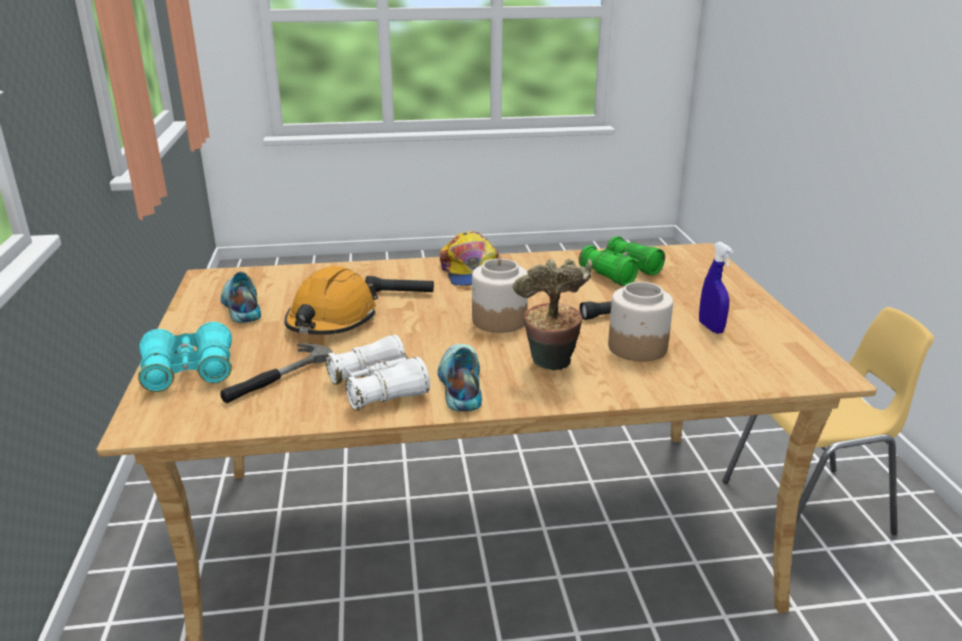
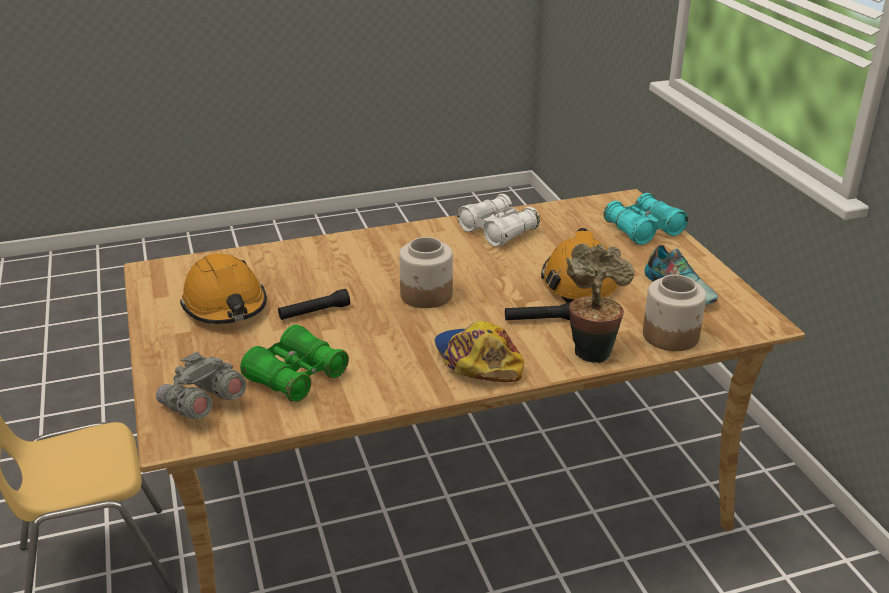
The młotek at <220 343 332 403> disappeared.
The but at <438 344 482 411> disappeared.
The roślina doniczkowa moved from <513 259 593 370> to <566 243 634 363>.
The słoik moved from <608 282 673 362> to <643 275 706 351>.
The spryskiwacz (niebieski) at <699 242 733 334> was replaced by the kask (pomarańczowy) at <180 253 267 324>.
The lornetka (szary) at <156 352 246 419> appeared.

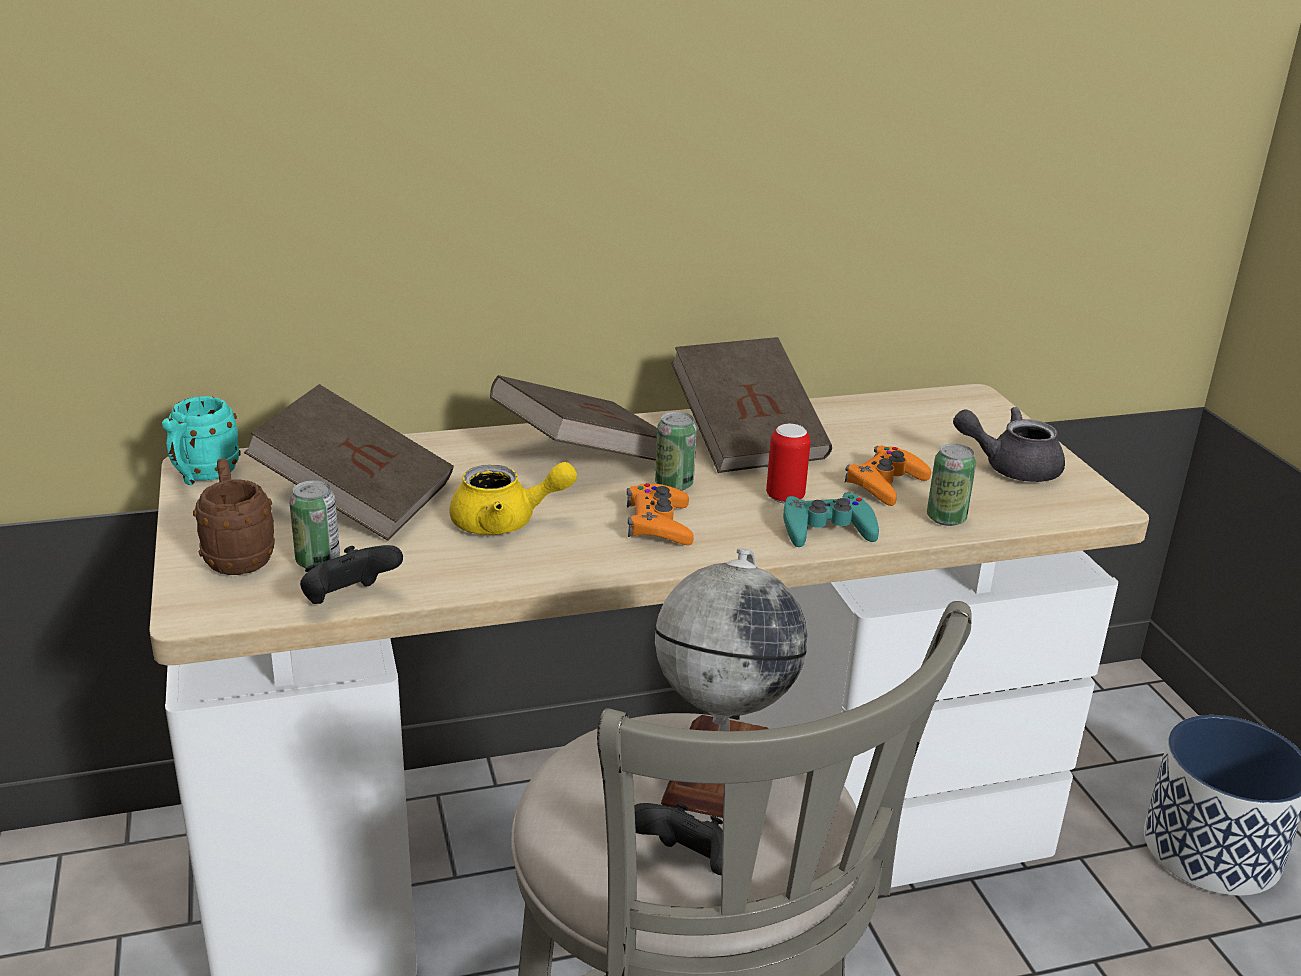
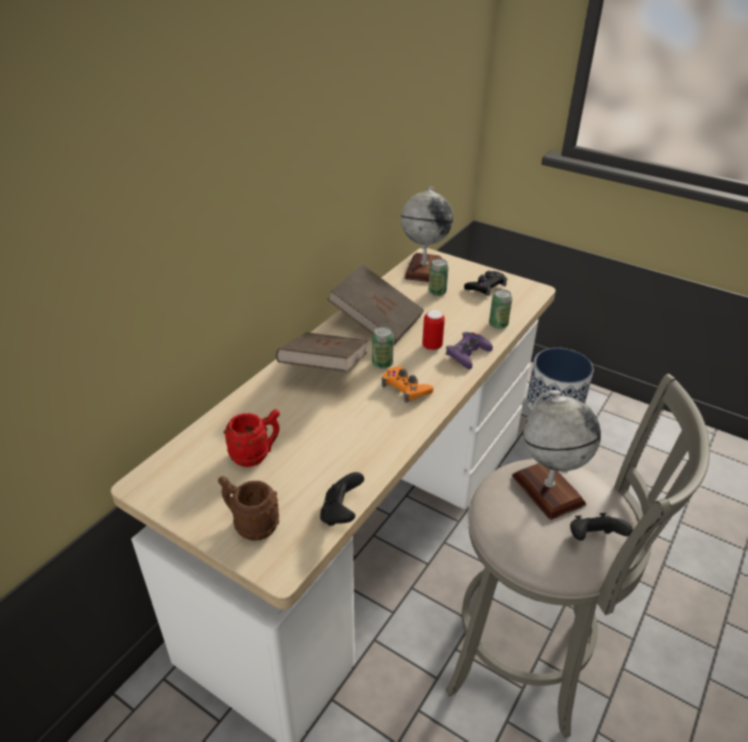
The kubek (turkusowy) at <162 396 240 485> disappeared.
The książka (brązowy) at <244 384 454 541> was replaced by the kubek (czerwony) at <224 409 280 467>.
The puszka moved from <289 481 340 568> to <428 259 449 296>.
The imbryk (żółty) at <450 462 577 535> disappeared.
The pad do gier (turkusowy) at <783 492 879 547> became the pad do gier (fioletowy) at <446 332 493 370>.
The pad do gier (pomarańczowy) at <845 446 931 506> disappeared.
The imbryk (szary) at <953 407 1065 482> was replaced by the pad do gier (czarny) at <464 271 507 296>.
The globus at <401 186 453 282> appeared.

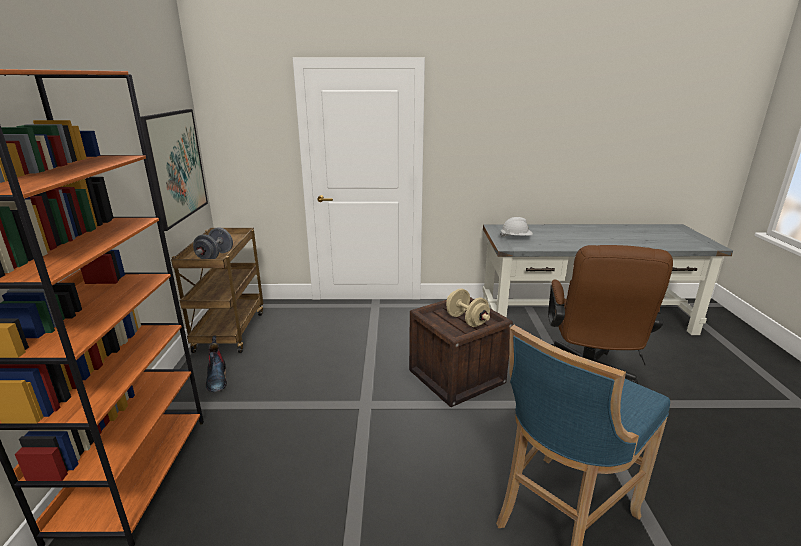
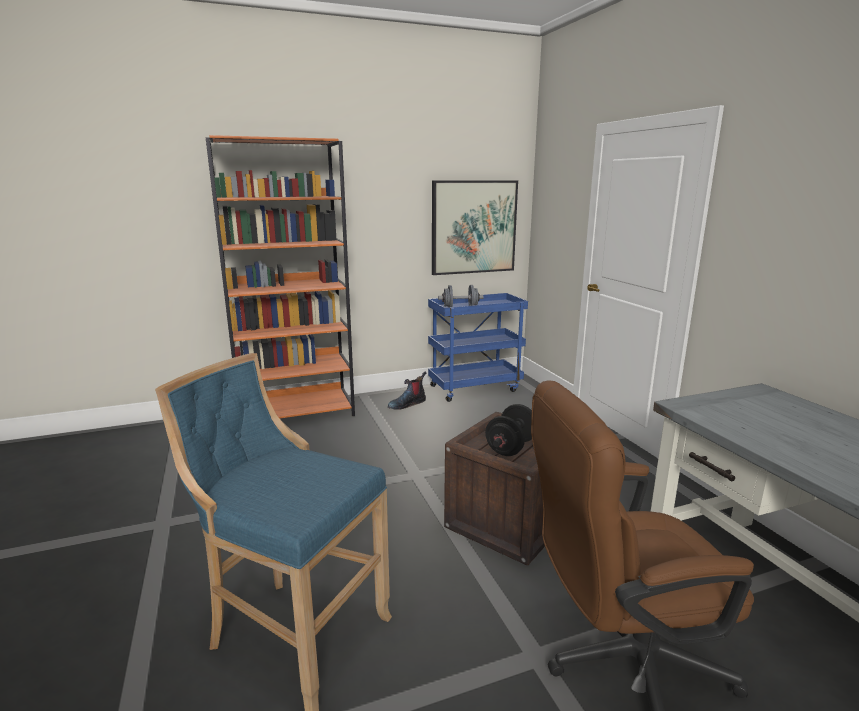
The wózek (brązowy) at <171 228 263 353> became the wózek (niebieski) at <428 293 528 402>.
The hantel (beżowy) at <446 288 490 327> became the hantel (czarny) at <485 404 532 456>.
The kask (biały) at <500 217 533 237> disappeared.

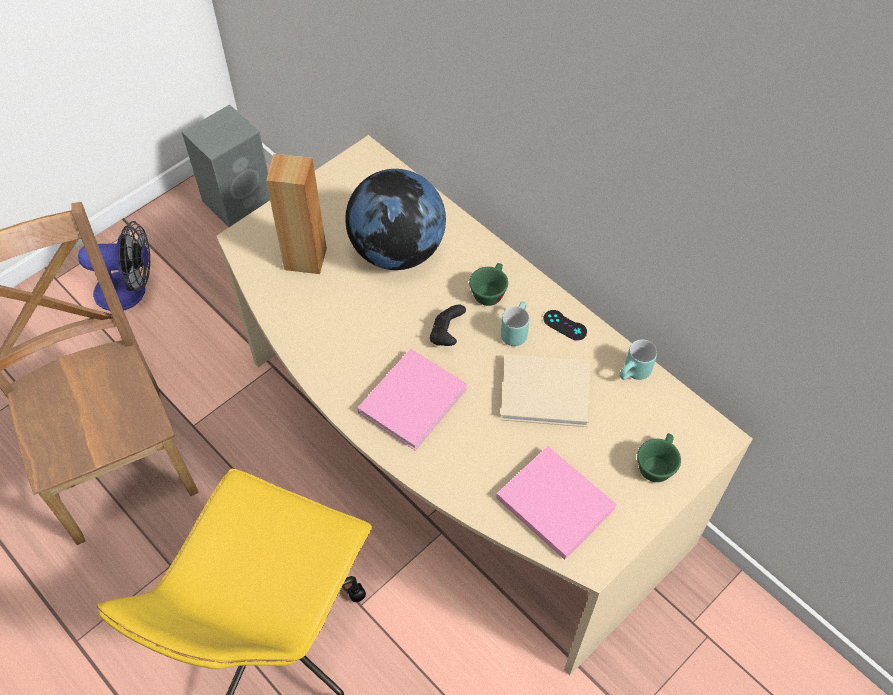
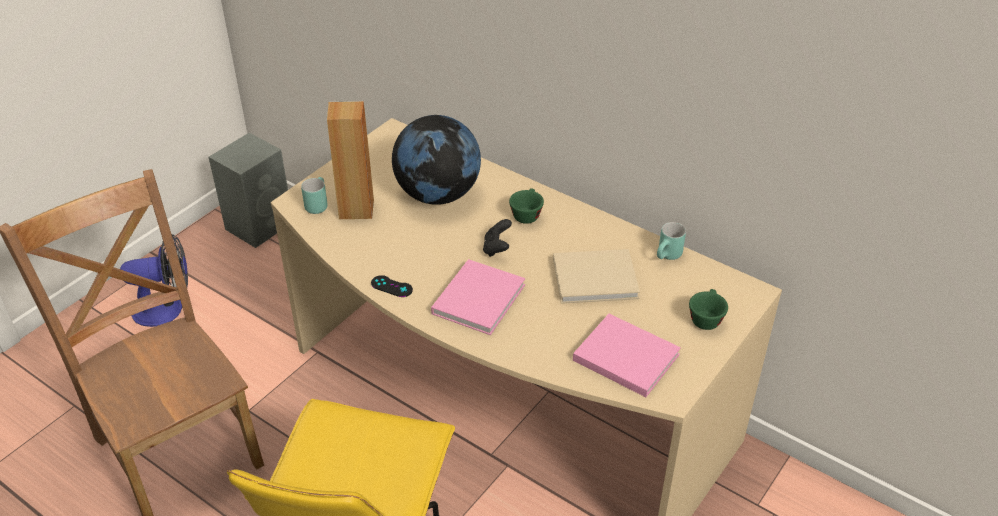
The kubek (turkusowy) moved from <501 302 529 346> to <301 177 328 214>.
The pad do gier (czarny) moved from <543 310 587 340> to <371 275 413 297>.

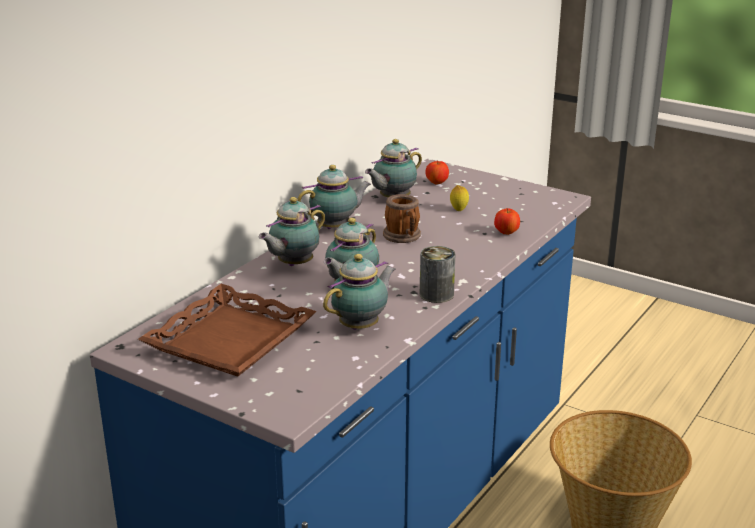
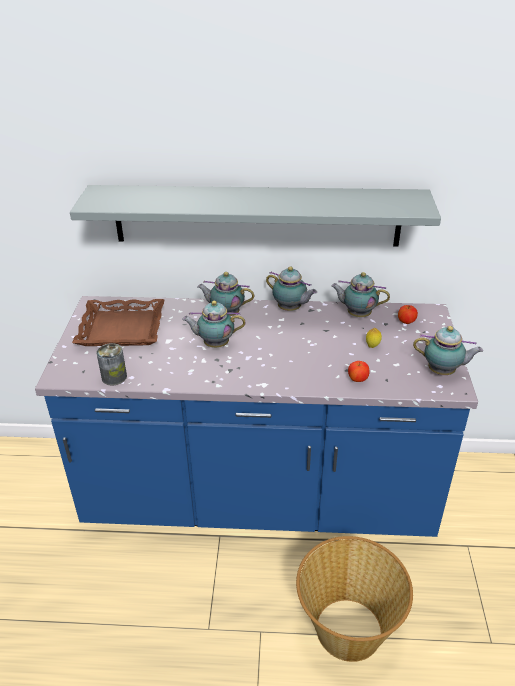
The imbryk moved from <323 254 395 330> to <413 326 483 375>.
The kubek at <383 194 421 243> disappeared.
The puszka moved from <420 246 455 303> to <96 343 127 386>.
The półka (szary) at <70 185 441 246> appeared.

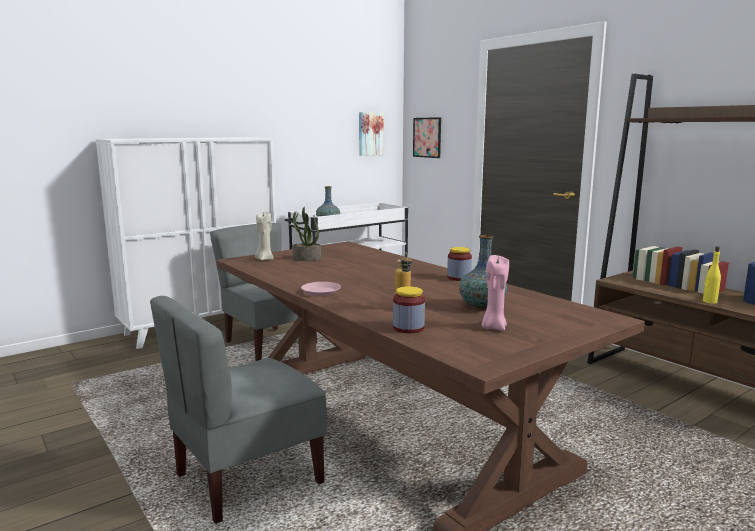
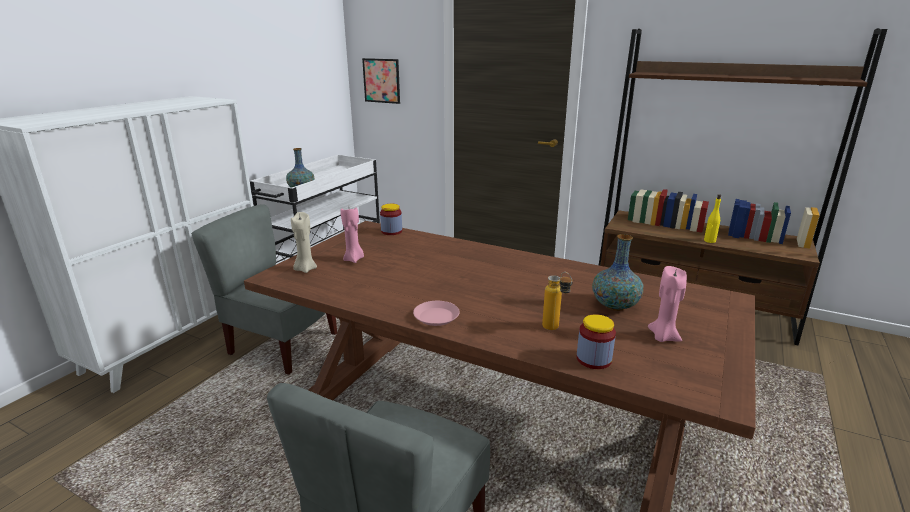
The roślina doniczkowa at <292 207 322 261> was replaced by the świeca (różowy) at <340 207 364 263>.
The obraz at <359 112 384 156> disappeared.
The słoik moved from <447 247 472 281> to <380 204 402 235>.

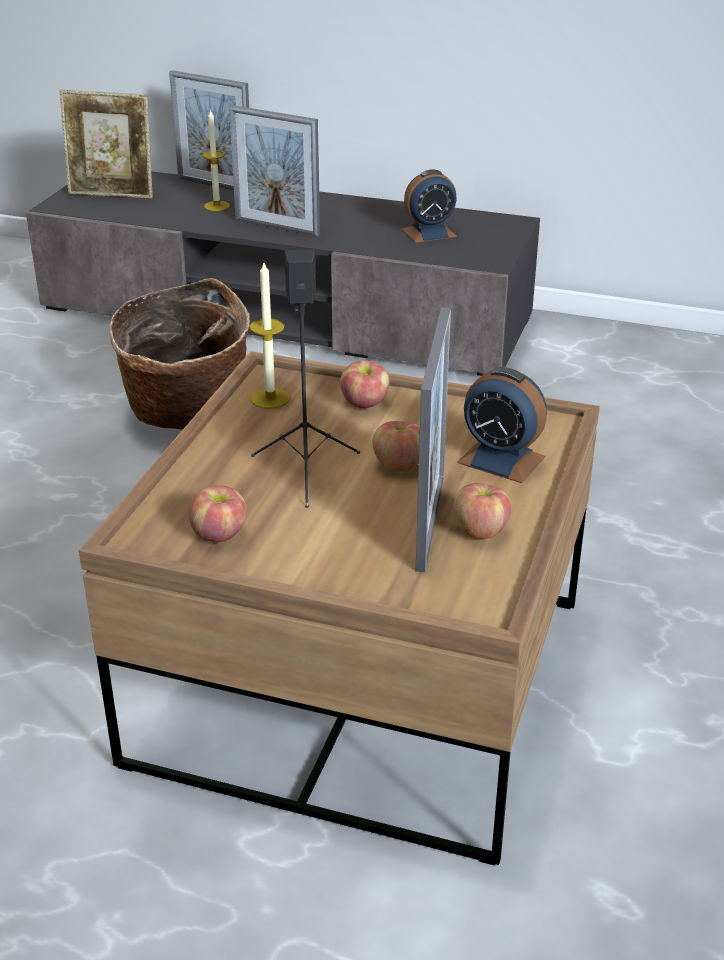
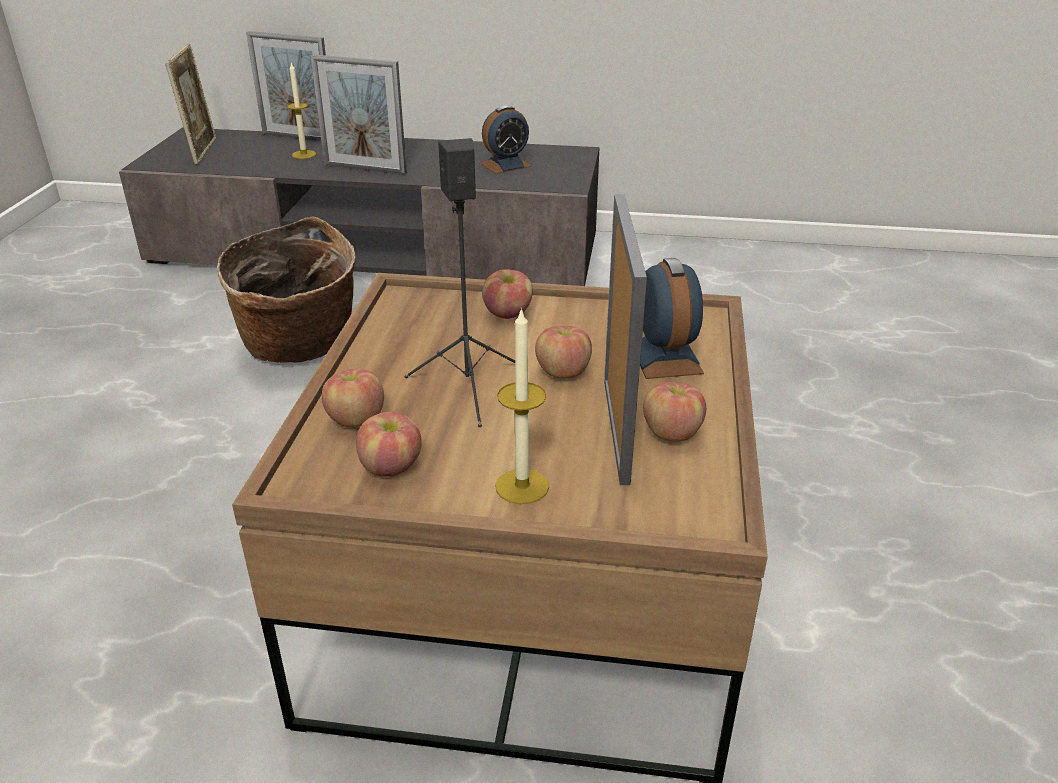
The ramka na zdjęcie at <60 90 153 198> turned 90 degrees counterclockwise.
The świeca moved from <250 263 290 409> to <495 308 549 504>.
The budzik at <457 367 547 483> turned 120 degrees counterclockwise.
The jabłko at <322 369 384 427> appeared.

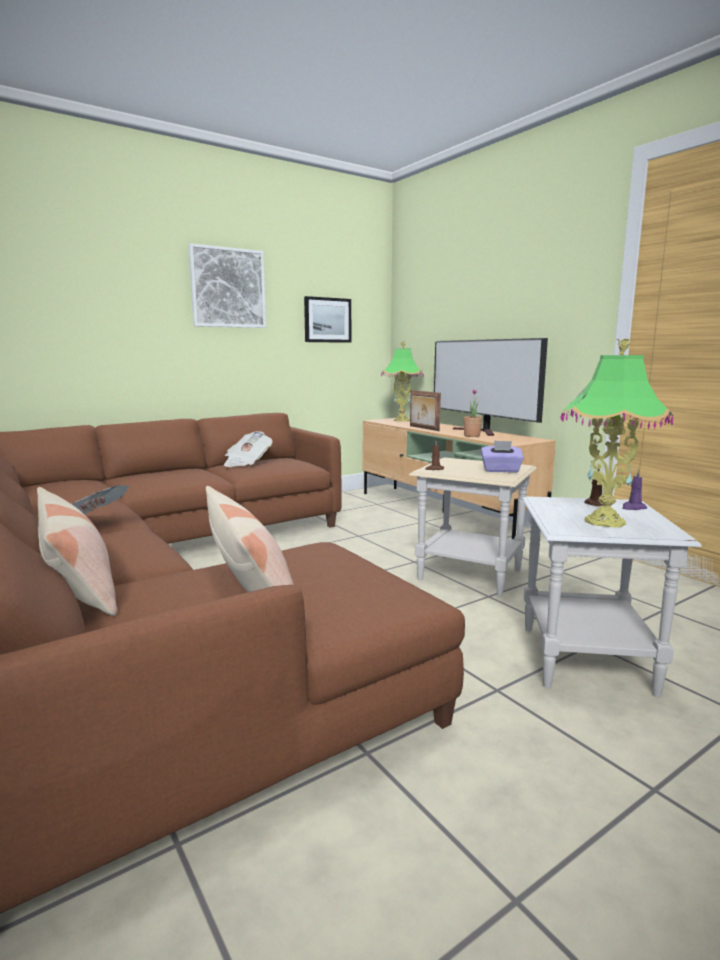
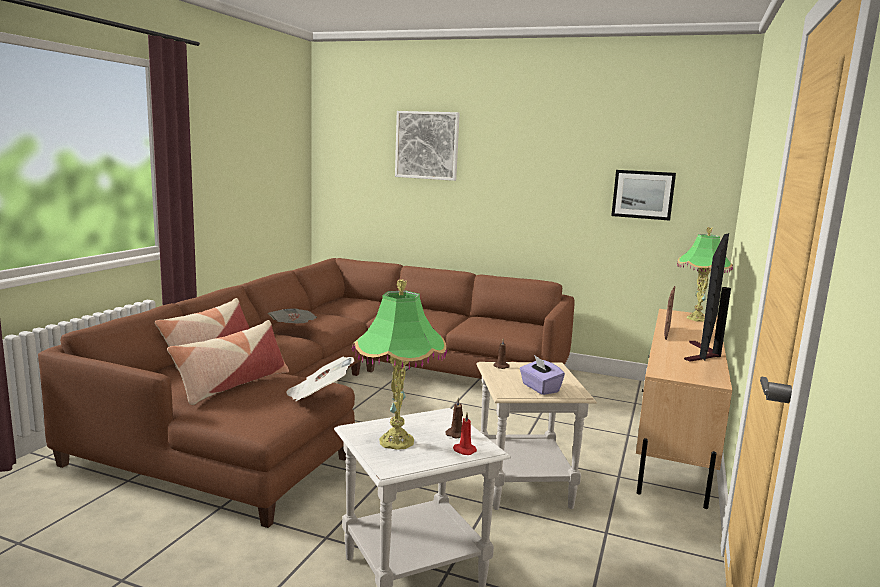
The obraz moved from <188 243 266 328> to <395 111 460 181>.
The gazeta moved from <224 431 272 467> to <286 357 355 401>.
The roślina doniczkowa at <463 388 482 437> disappeared.
The świeca (fioletowy) at <622 469 647 510> became the świeca (czerwony) at <453 413 477 455>.

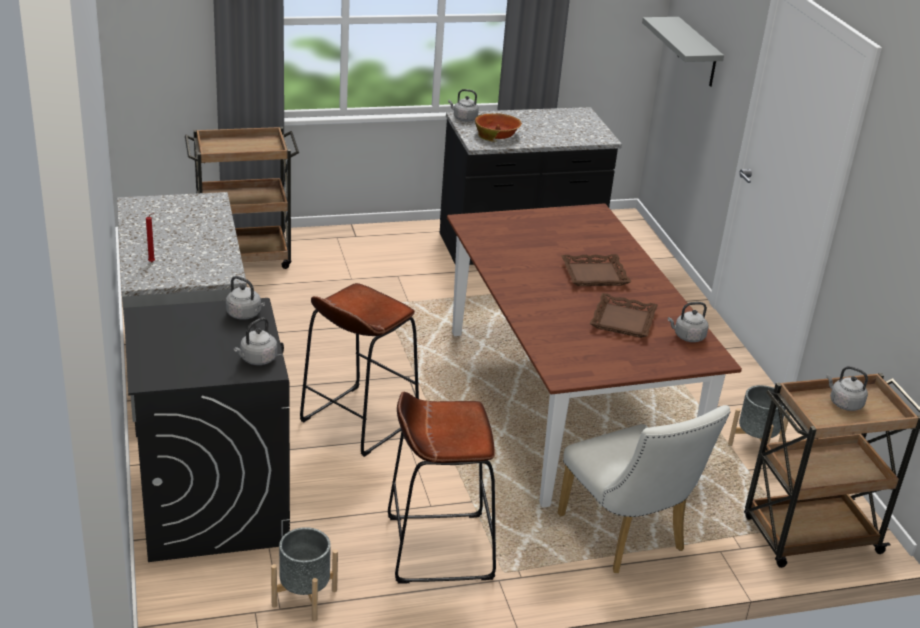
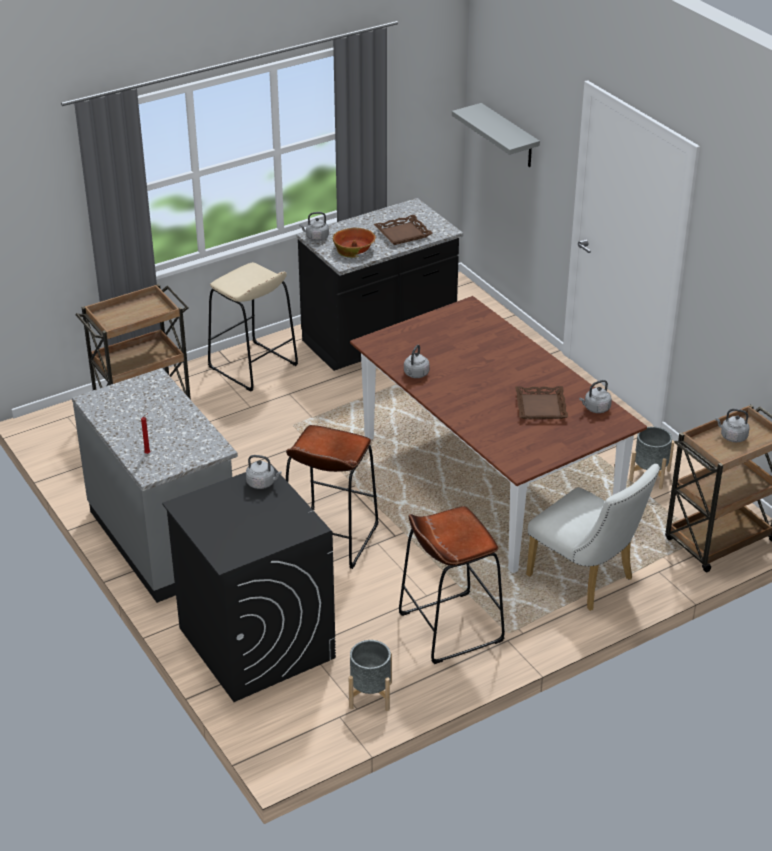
The czajnik (szary) moved from <234 318 277 365> to <404 345 430 378>.
The taca (brązowy) moved from <561 254 631 286> to <374 215 433 245>.
The stołek (beżowy) at <208 262 298 392> appeared.

